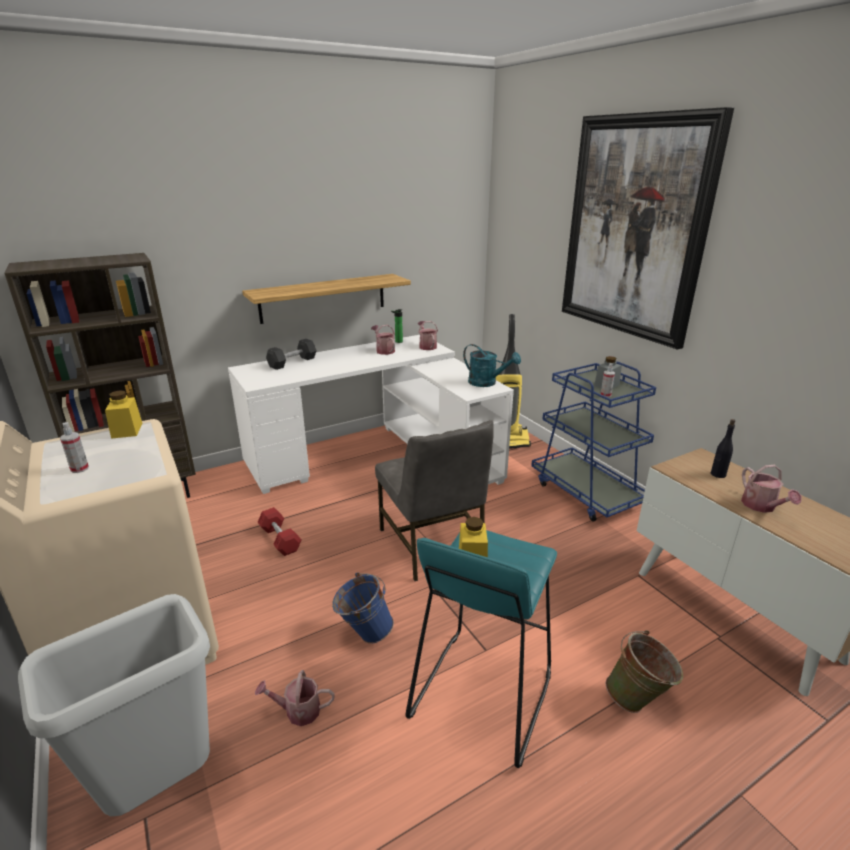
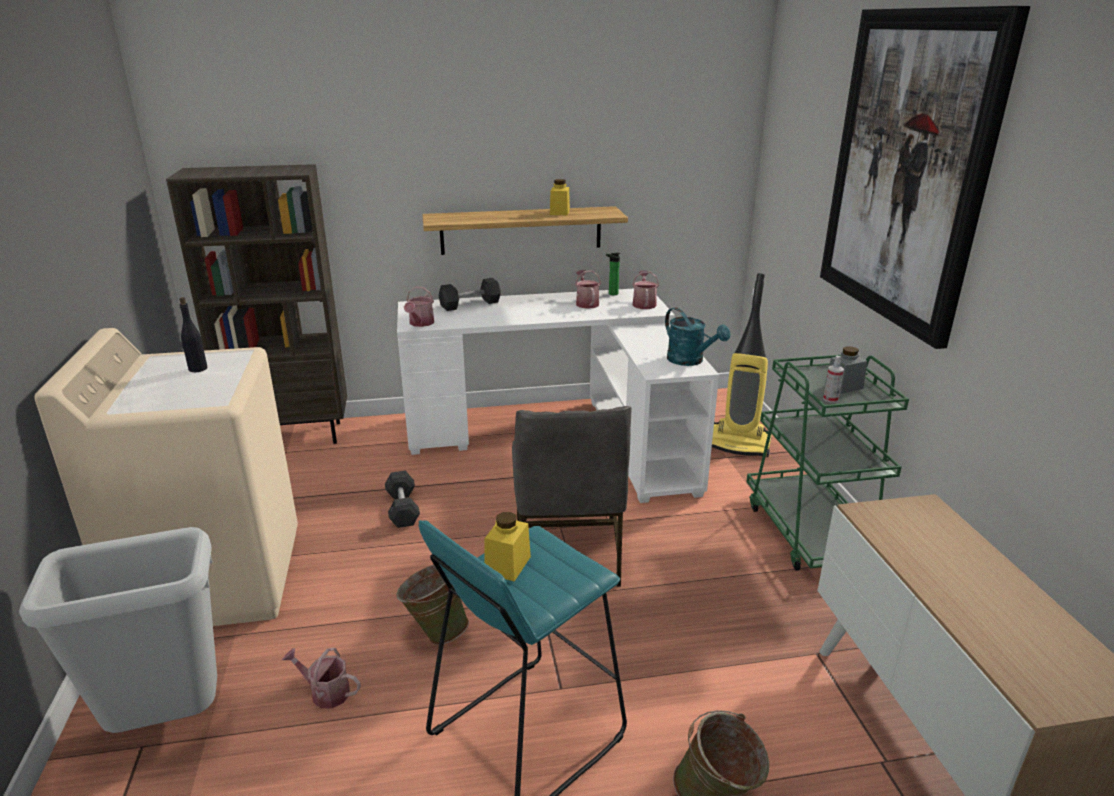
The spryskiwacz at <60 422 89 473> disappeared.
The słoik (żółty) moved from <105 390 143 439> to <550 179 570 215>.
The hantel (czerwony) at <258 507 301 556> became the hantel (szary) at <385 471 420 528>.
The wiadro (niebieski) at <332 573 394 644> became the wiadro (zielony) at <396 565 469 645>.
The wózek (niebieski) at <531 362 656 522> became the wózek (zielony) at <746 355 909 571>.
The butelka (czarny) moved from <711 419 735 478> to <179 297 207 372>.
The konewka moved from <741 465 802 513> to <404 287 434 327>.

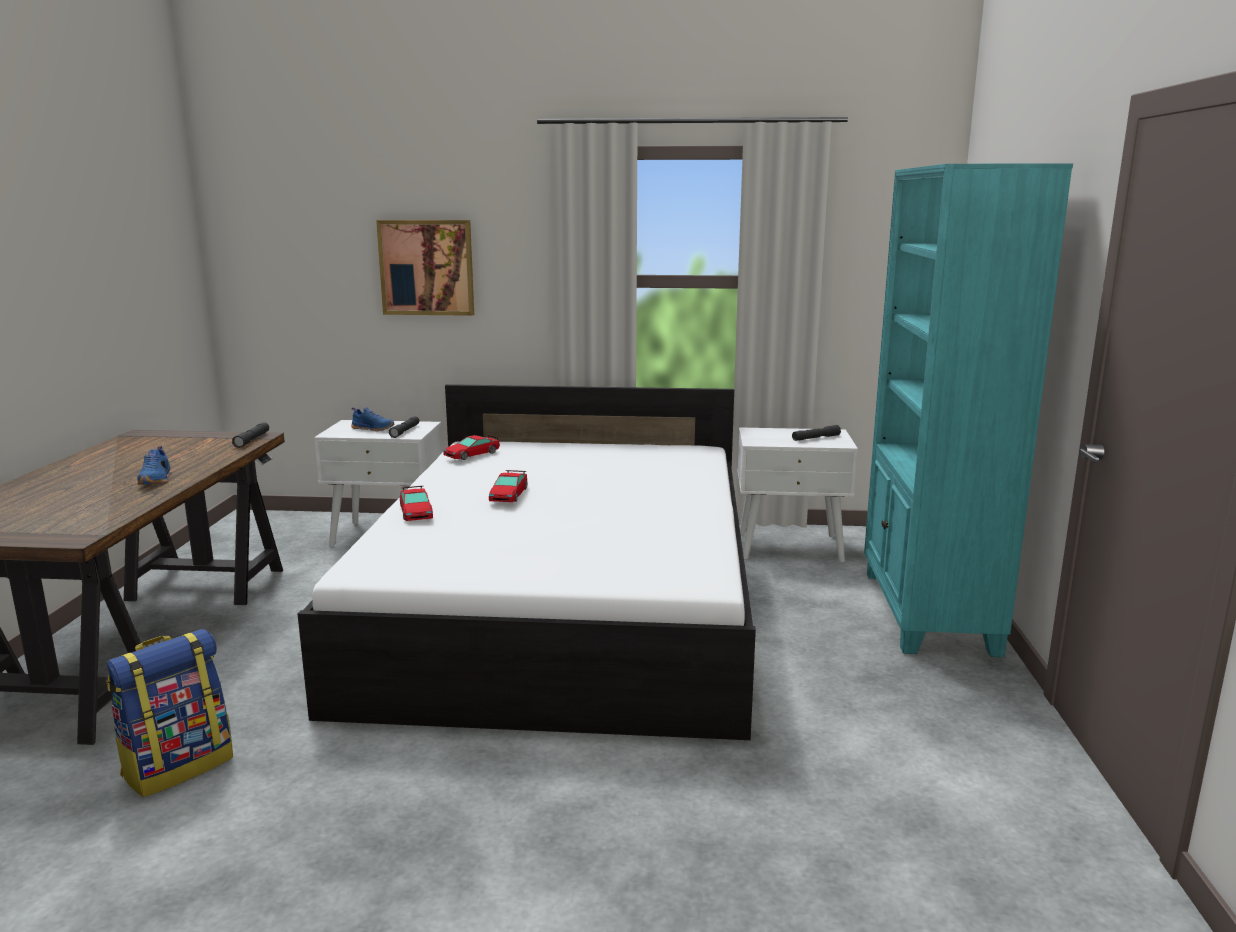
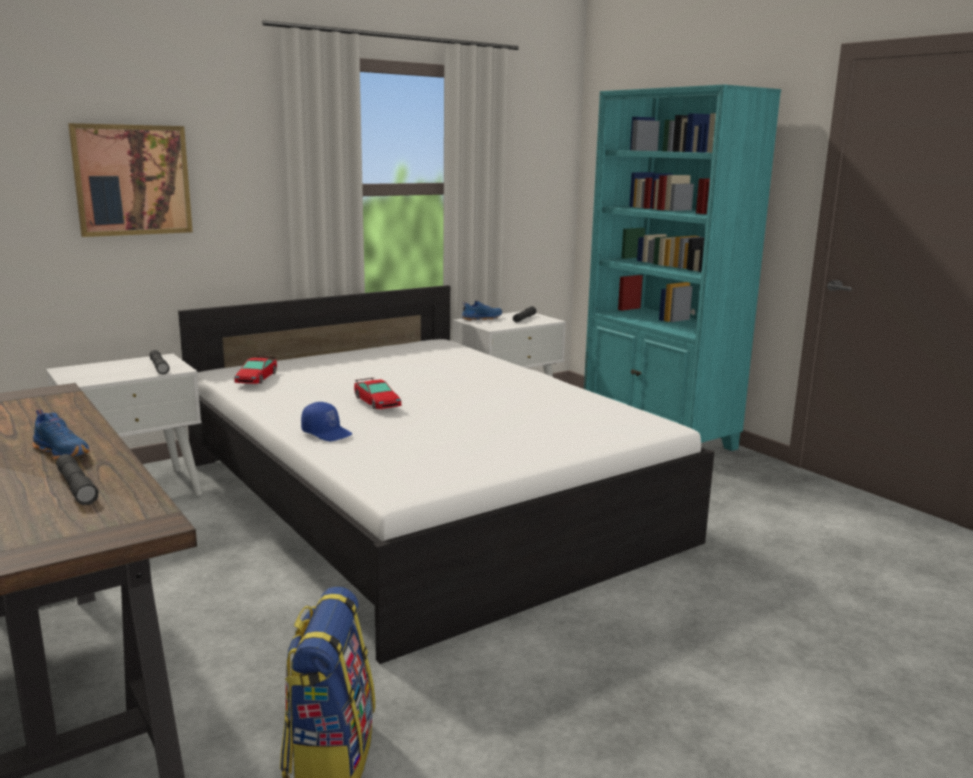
The latarka (szary) moved from <232 422 269 448> to <56 454 99 505>.
The but (niebieski) moved from <351 407 394 431> to <461 300 502 320>.
The samochodzik at <400 486 433 521> was replaced by the czapka z daszkiem (niebieski) at <301 402 352 441>.

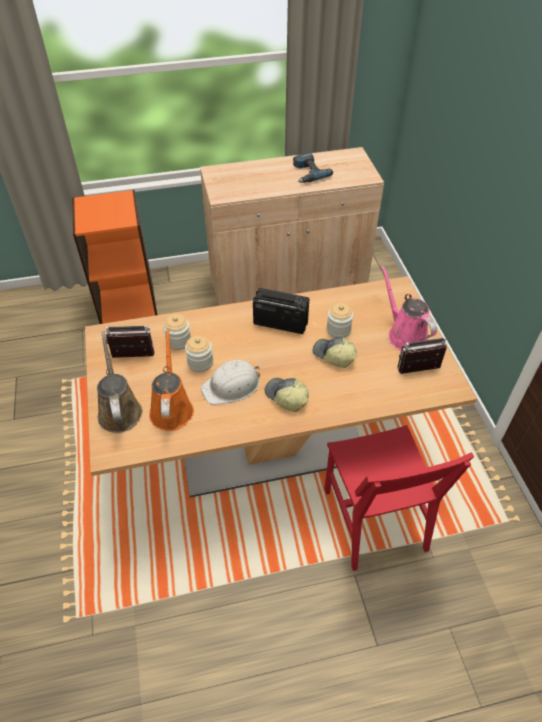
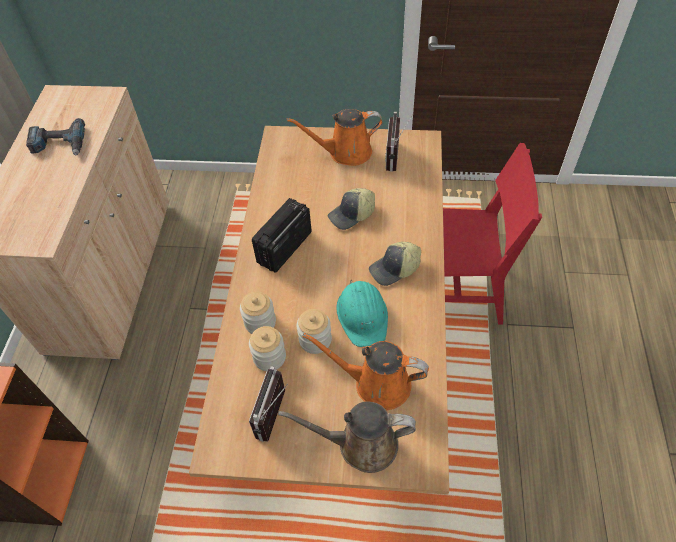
The kask (biały) at <201 360 260 405> became the kask (turkusowy) at <336 280 388 347>.
The słoik moved from <326 303 353 338> to <240 291 276 334>.
The konewka (różowy) at <381 266 437 350> became the konewka (pomarańczowy) at <287 109 383 166>.

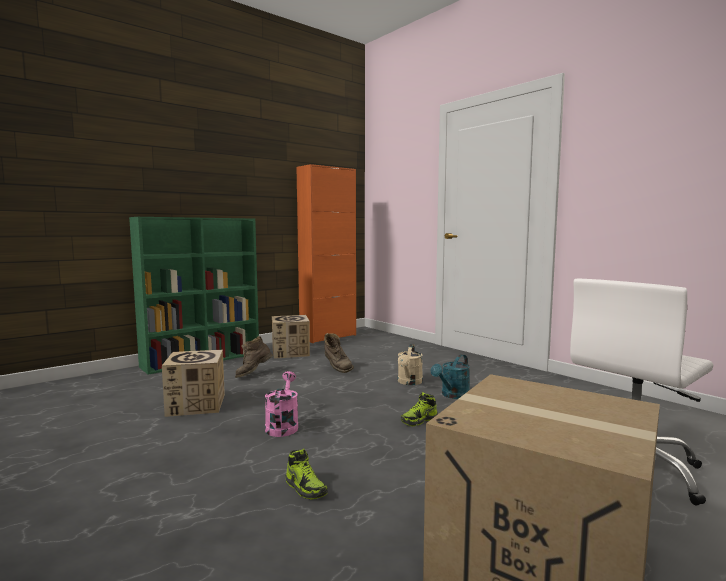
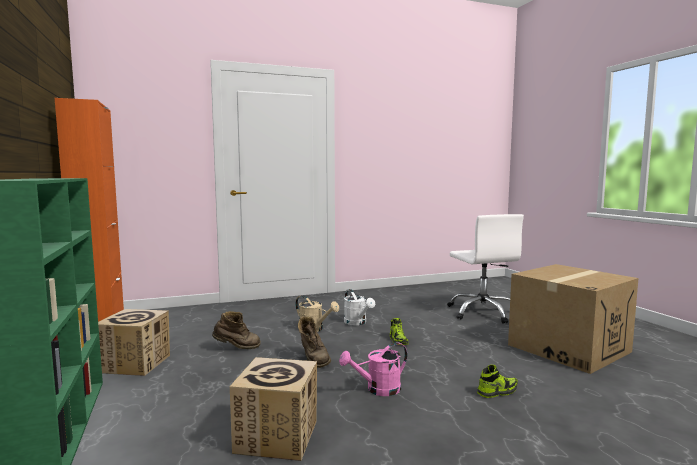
The but z cholewką (brązowy) moved from <235 336 273 378> to <298 316 331 368>.
The konewka (różowy) at <265 371 298 437> turned 45 degrees counterclockwise.
The konewka (turkusowy) at <431 354 470 399> became the konewka (biały) at <344 289 375 325>.

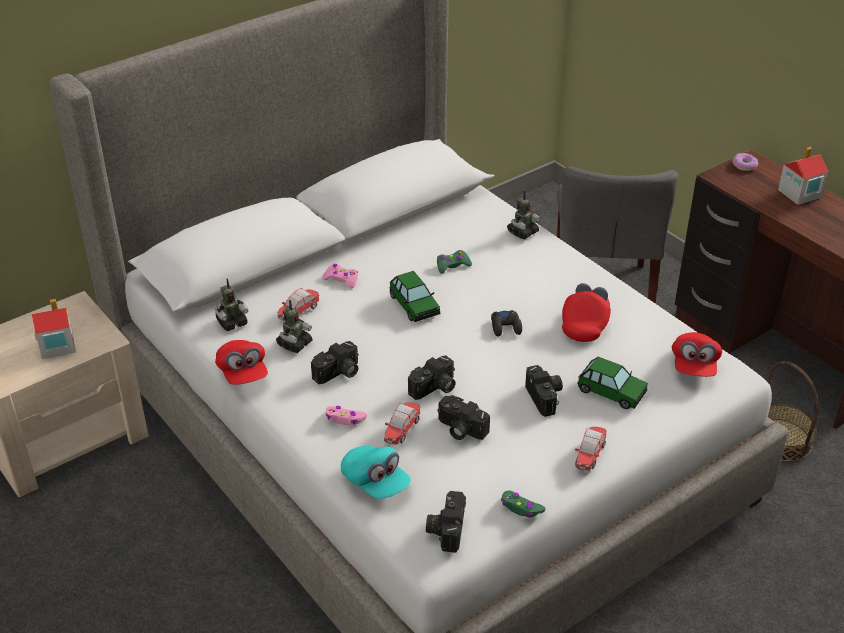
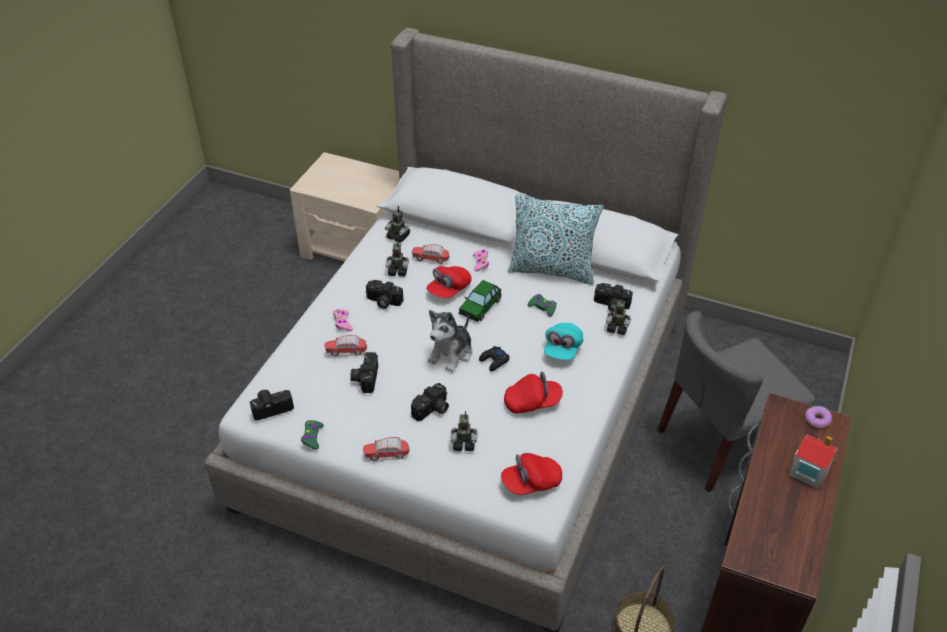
The domek at <32 299 76 359> disappeared.
The czapka z daszkiem (czerwony) moved from <215 340 268 385> to <426 266 471 298>.
The czapka z daszkiem (turkusowy) moved from <341 446 411 499> to <544 323 583 360>.
The aparat fotograficzny moved from <408 355 456 400> to <594 283 633 312>.
The samochodzik at <578 357 648 409> was replaced by the robot zabawkowy at <450 411 477 451>.
The pluszak at <428 310 472 372> appeared.
The poduszka at <508 194 604 285> appeared.

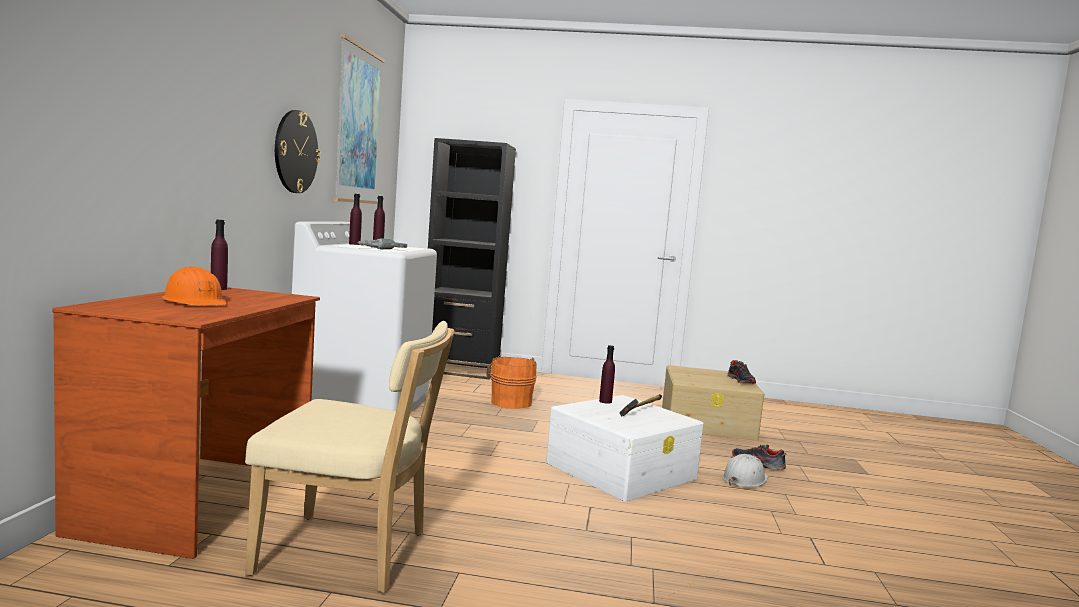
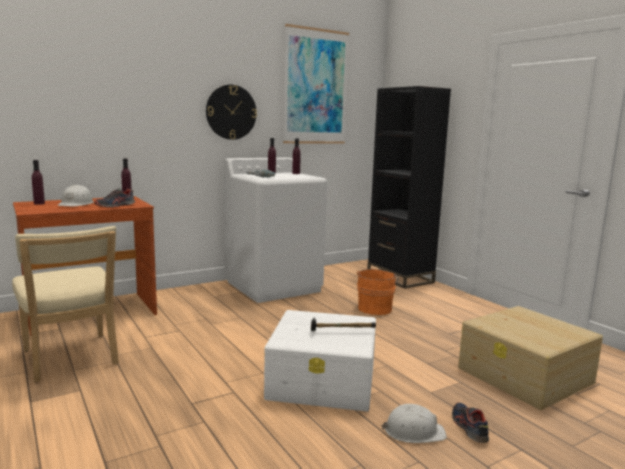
The kask (pomarańczowy) at <162 266 227 306> became the kask (biały) at <58 185 94 207>.
The butelka (fioletowy) moved from <599 345 615 404> to <32 160 45 205>.
The but moved from <728 360 756 384> to <95 188 135 207>.

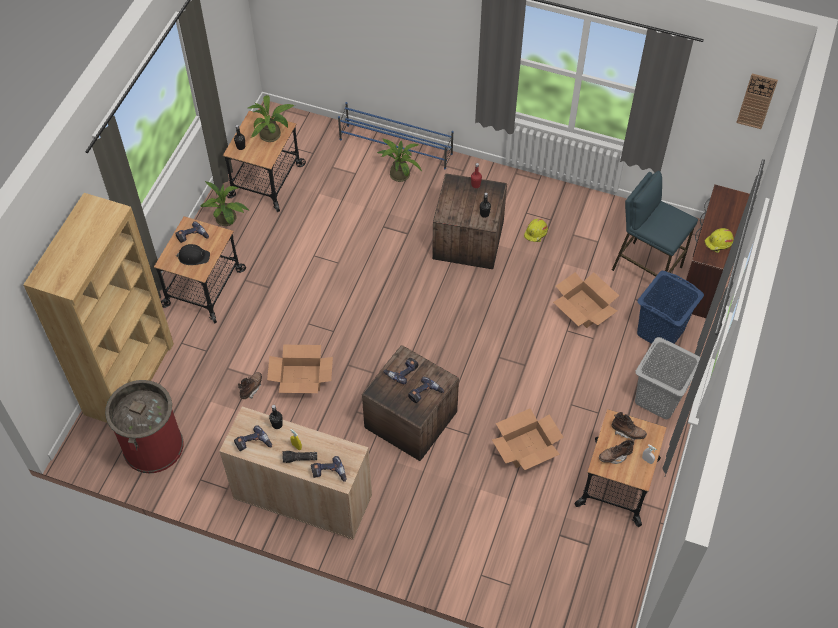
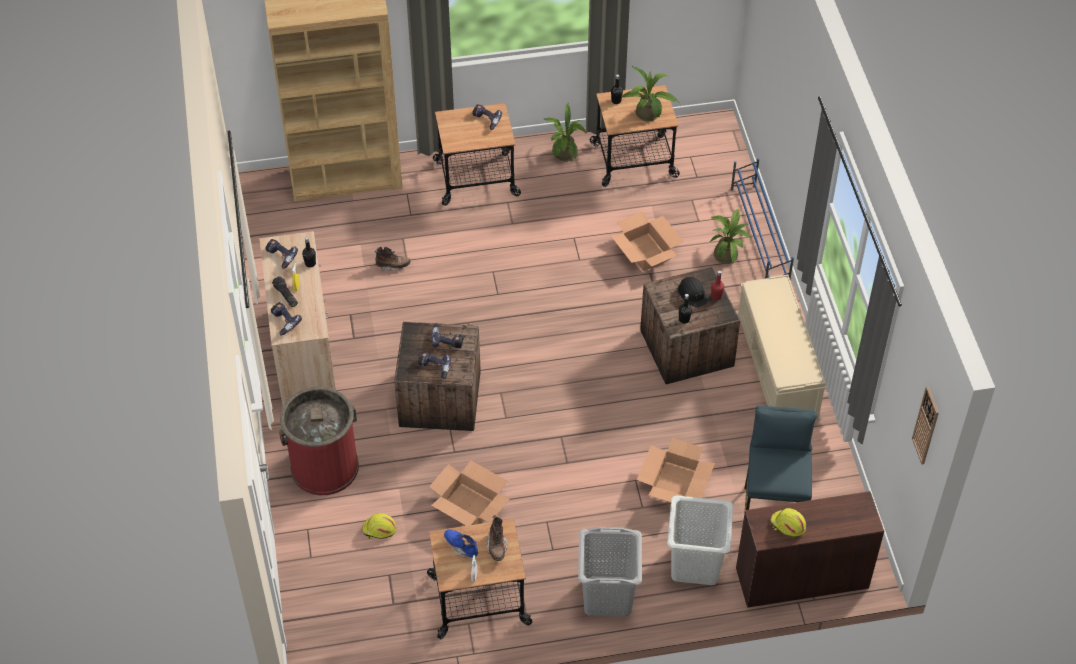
The kosz na śmieci (czerwony) moved from <105 380 184 473> to <279 387 359 495>.
The kask (czarny) moved from <176 244 210 265> to <678 277 707 308>.
The karton moved from <267 345 333 393> to <611 211 684 271>.
The kask (żółty) moved from <524 219 548 242> to <362 513 396 539>.
The but z cholewką (brązowy) at <599 438 635 464> became the but z cholewką (niebieski) at <444 529 478 558>.
The kosz na pranie (niebieski) at <637 271 704 344> became the kosz na pranie (biały) at <667 495 733 585>.
The ławka (beżowy) at <738 275 826 421> appeared.

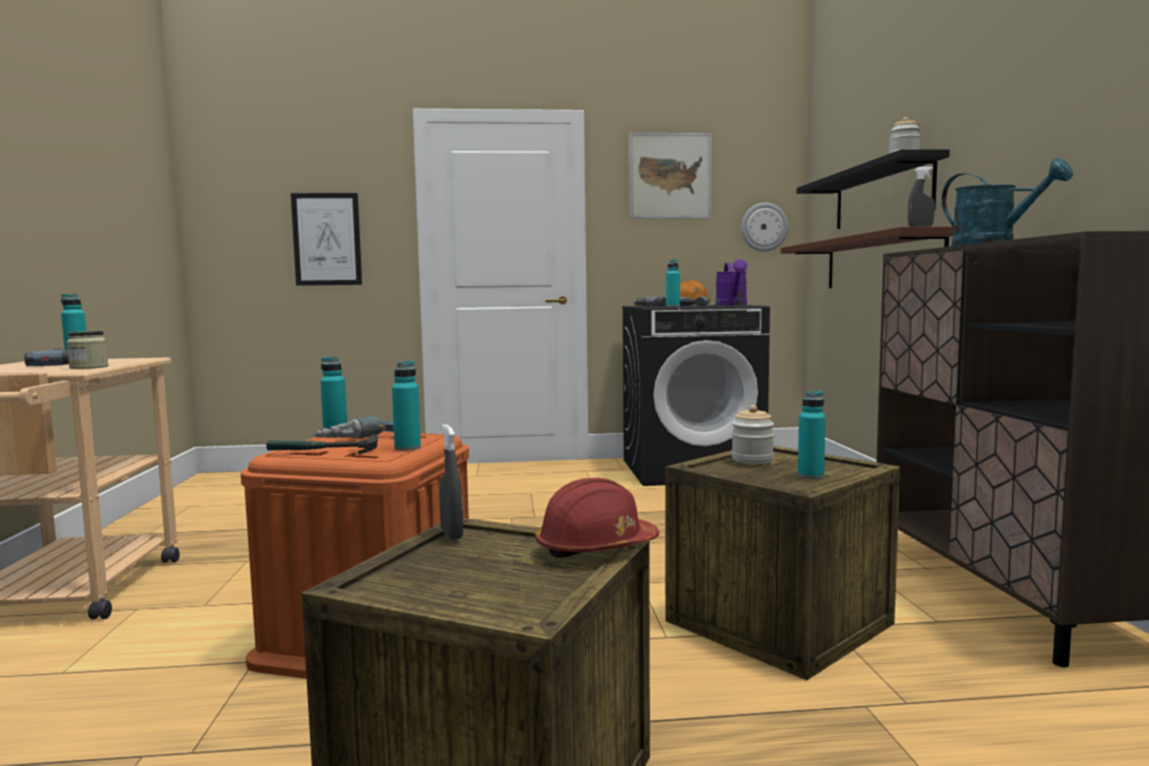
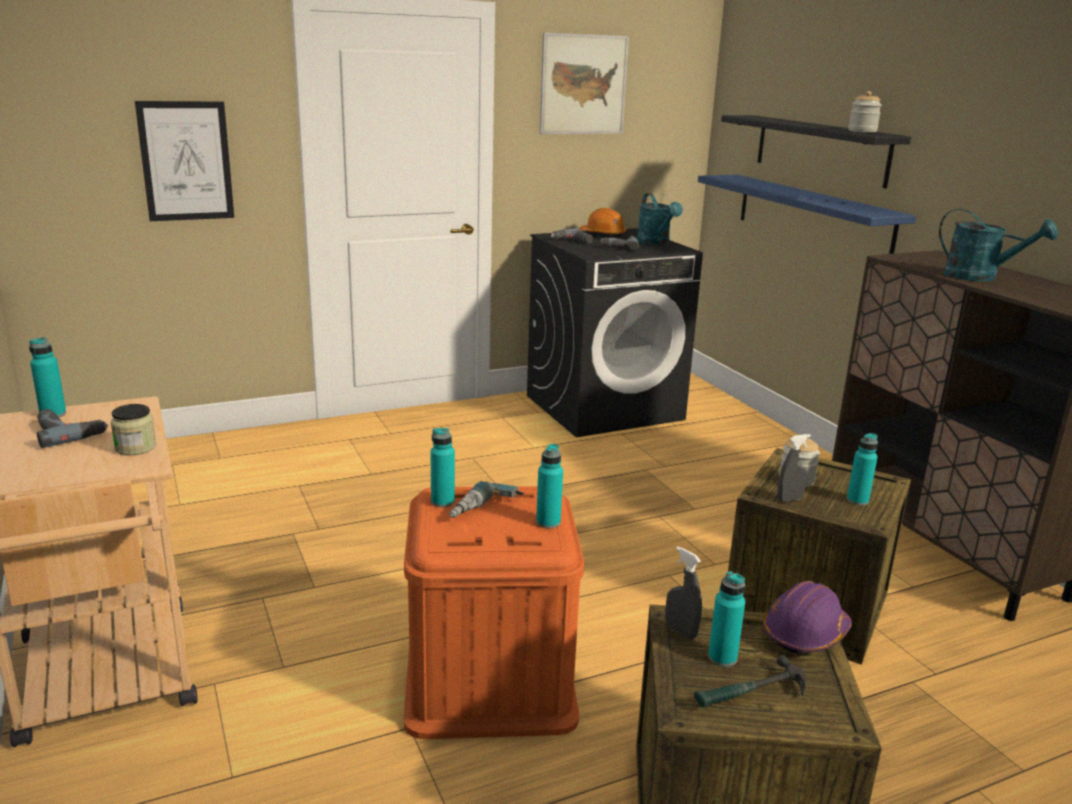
The młotek moved from <267 435 378 454> to <694 655 806 707>.
The kask (czerwony) at <535 478 659 558> became the kask (fioletowy) at <763 581 852 654>.
The butelka (turkusowy) moved from <666 260 680 307> to <708 571 745 667>.
The konewka (fioletowy) at <716 259 747 306> became the konewka (turkusowy) at <637 193 683 245>.
The zegar ścienny at <741 203 788 252> disappeared.
The półka (brązowy) at <781 226 954 288> became the półka (niebieski) at <698 175 916 254>.
The spryskiwacz (szary) moved from <908 167 935 227> to <777 434 811 502>.

